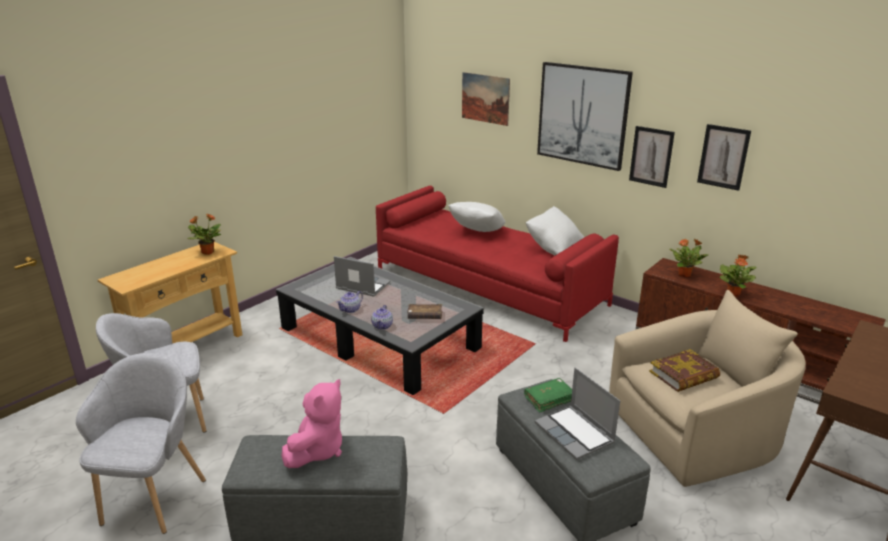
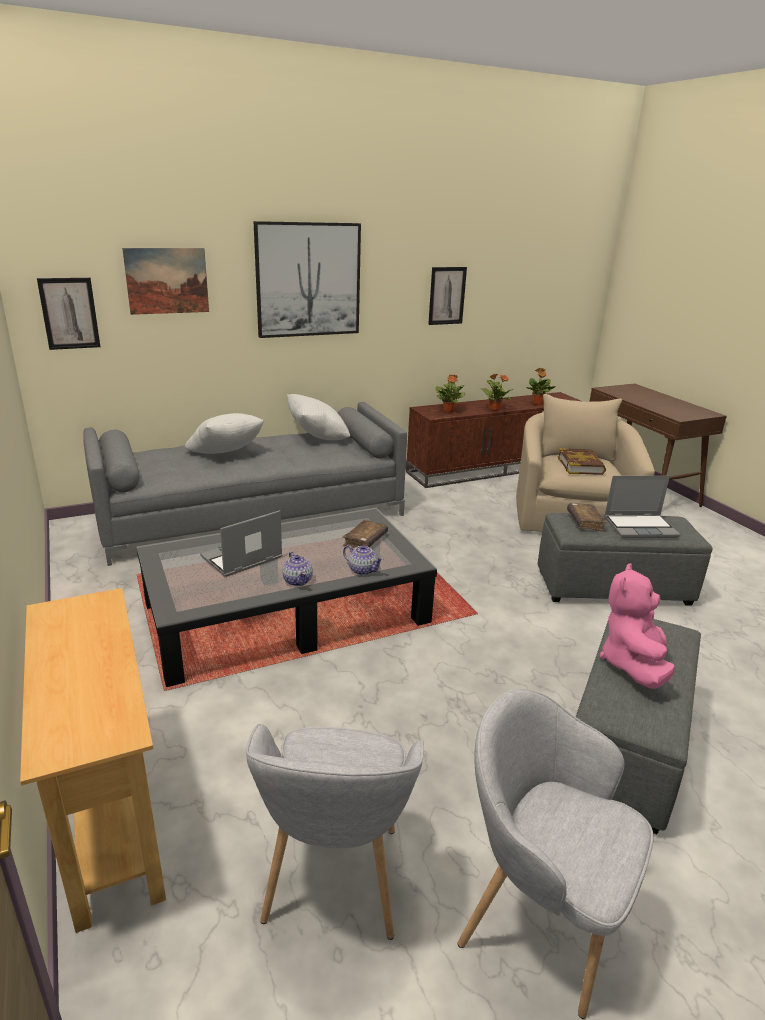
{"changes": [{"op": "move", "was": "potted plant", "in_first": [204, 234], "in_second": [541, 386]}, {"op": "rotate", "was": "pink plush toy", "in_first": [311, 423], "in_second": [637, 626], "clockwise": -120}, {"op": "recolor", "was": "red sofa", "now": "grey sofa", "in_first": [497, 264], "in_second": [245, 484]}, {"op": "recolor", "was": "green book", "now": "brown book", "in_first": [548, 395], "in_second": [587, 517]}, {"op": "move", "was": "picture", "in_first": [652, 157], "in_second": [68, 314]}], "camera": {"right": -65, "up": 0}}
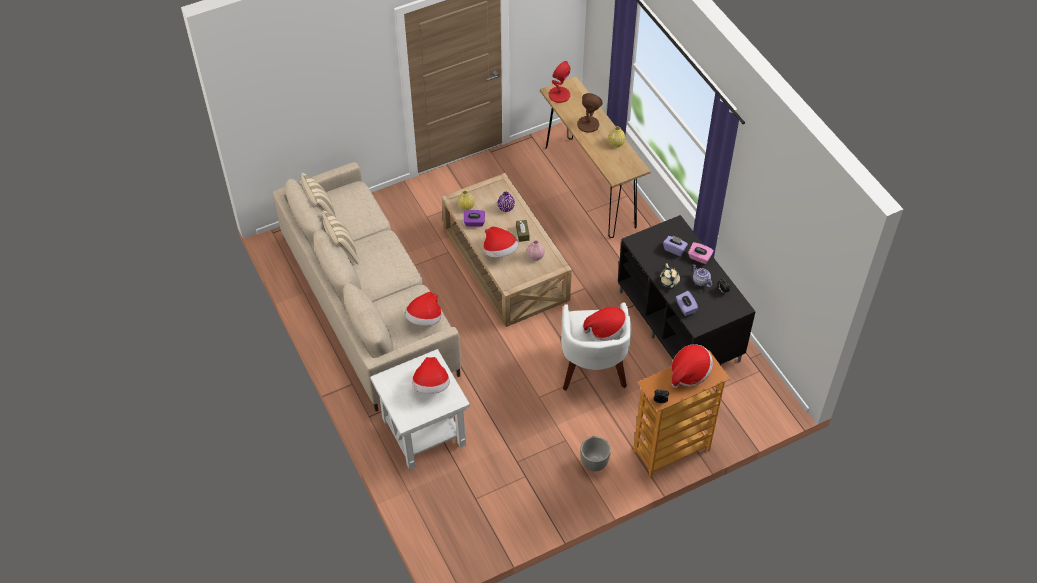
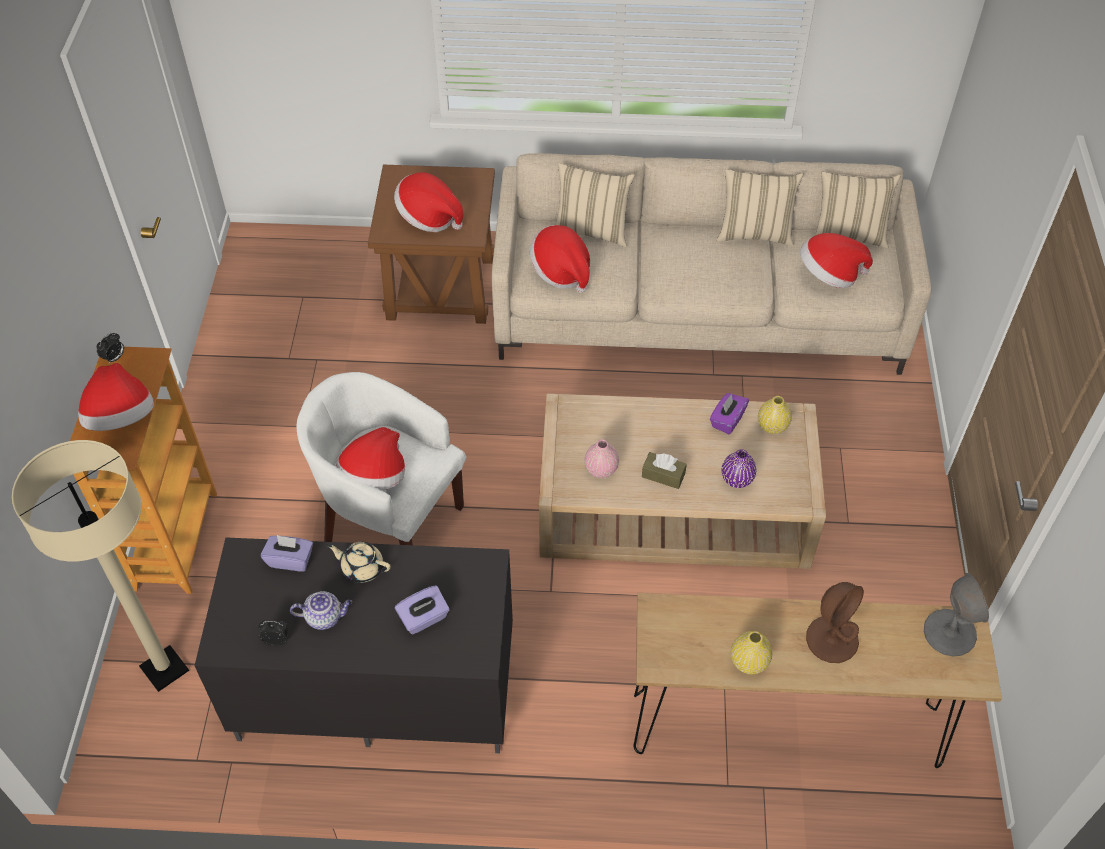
{"changes": [{"op": "recolor", "was": "white side table", "now": "brown side table", "in_first": [420, 409], "in_second": [431, 244]}, {"op": "move", "was": "hat", "in_first": [501, 241], "in_second": [836, 260]}, {"op": "recolor", "was": "red table lamp", "now": "grey table lamp", "in_first": [559, 82], "in_second": [956, 614]}, {"op": "delete", "was": "planter", "in_first": [595, 453]}, {"op": "delete", "was": "pink tissue box", "in_first": [701, 253]}, {"op": "insert", "now": "beige floor lamp", "in_second": [100, 566]}, {"op": "insert", "now": "beige pillow", "in_second": [595, 205]}], "camera": {"right": 120, "up": 0}}
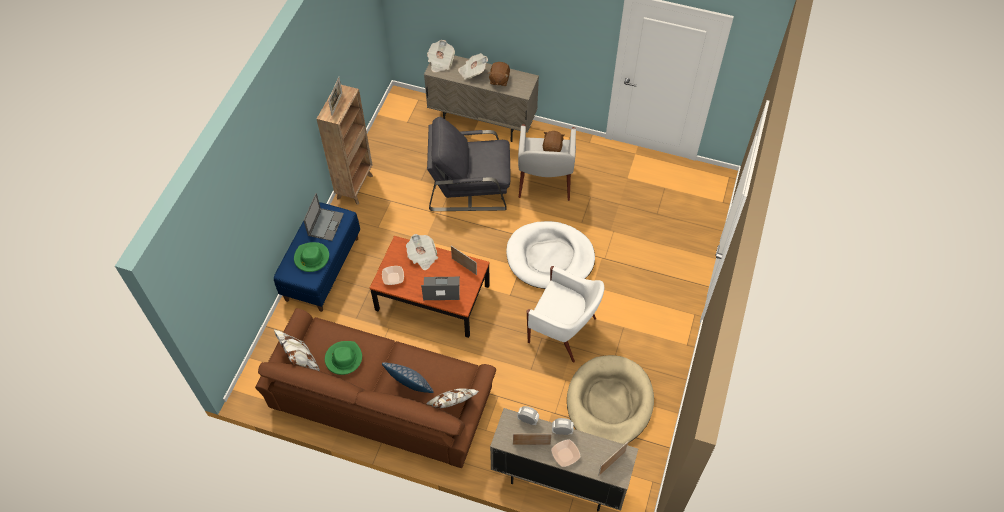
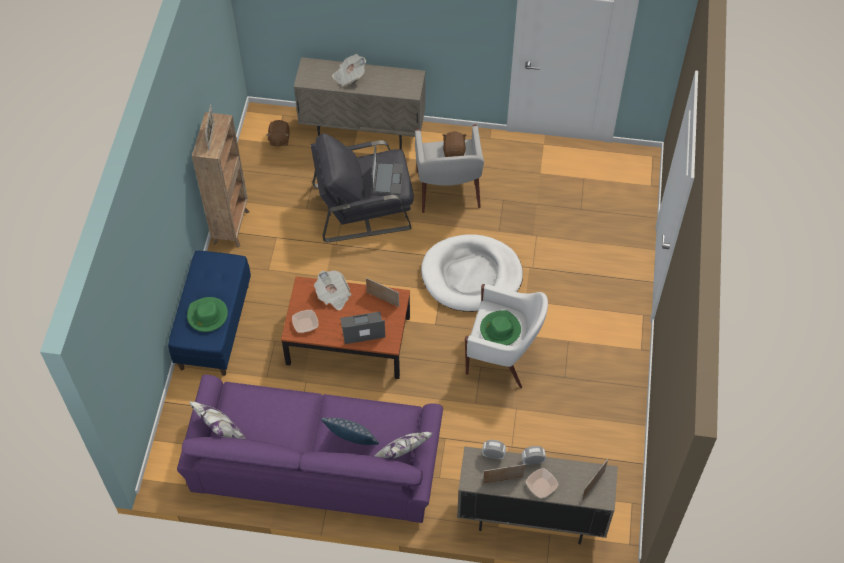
{"changes": [{"op": "recolor", "was": "brown sofa", "now": "purple sofa", "in_first": [375, 388], "in_second": [310, 449]}, {"op": "move", "was": "laptop", "in_first": [323, 217], "in_second": [387, 170]}, {"op": "move", "was": "green hat", "in_first": [343, 358], "in_second": [500, 327]}, {"op": "delete", "was": "newspaper", "in_first": [441, 56]}, {"op": "move", "was": "brown plush toy", "in_first": [499, 74], "in_second": [278, 133]}, {"op": "delete", "was": "beige dog bed", "in_first": [610, 399]}], "camera": {"right": -10, "up": 0}}
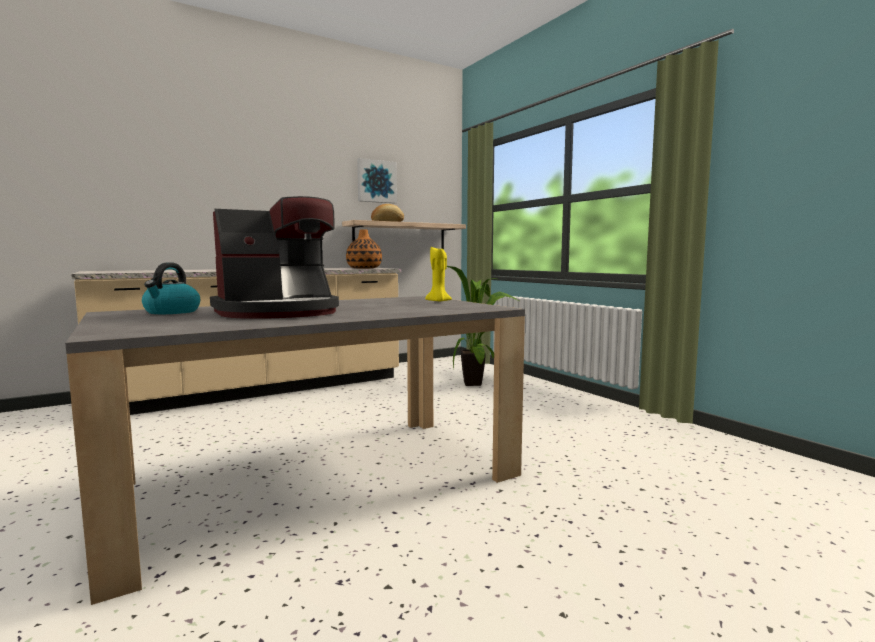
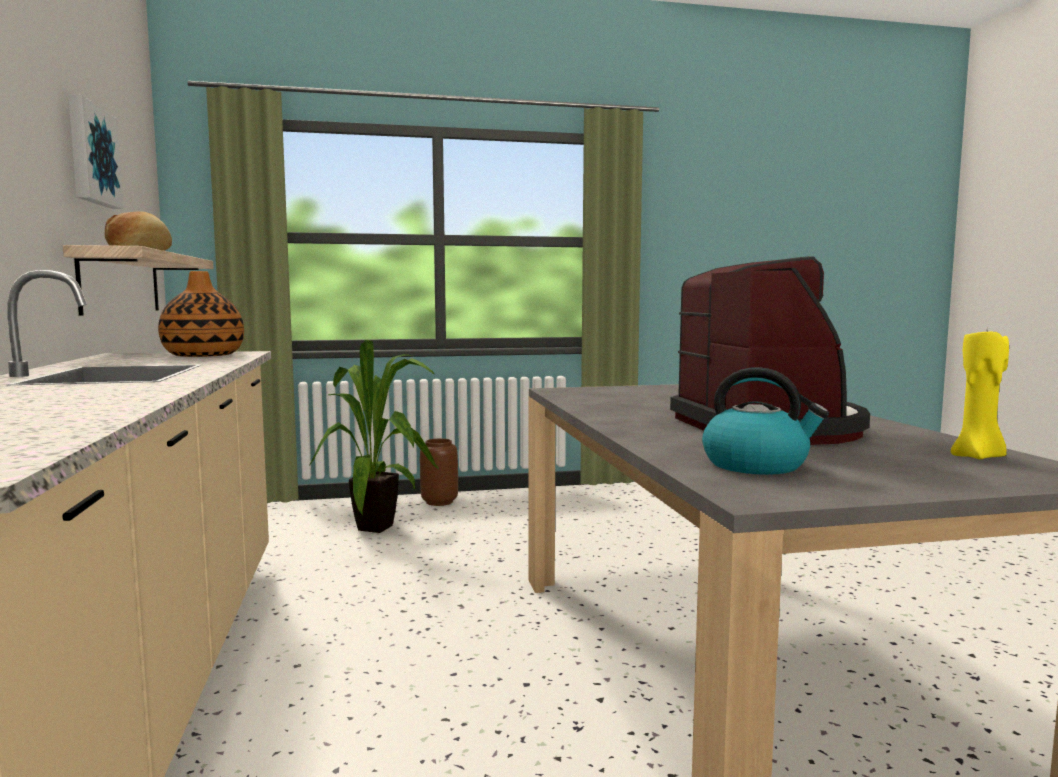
{"changes": [{"op": "move", "was": "yellow candle", "in_first": [438, 274], "in_second": [980, 395]}, {"op": "insert", "now": "brown vase", "in_second": [439, 472]}], "camera": {"right": -70, "up": 0}}
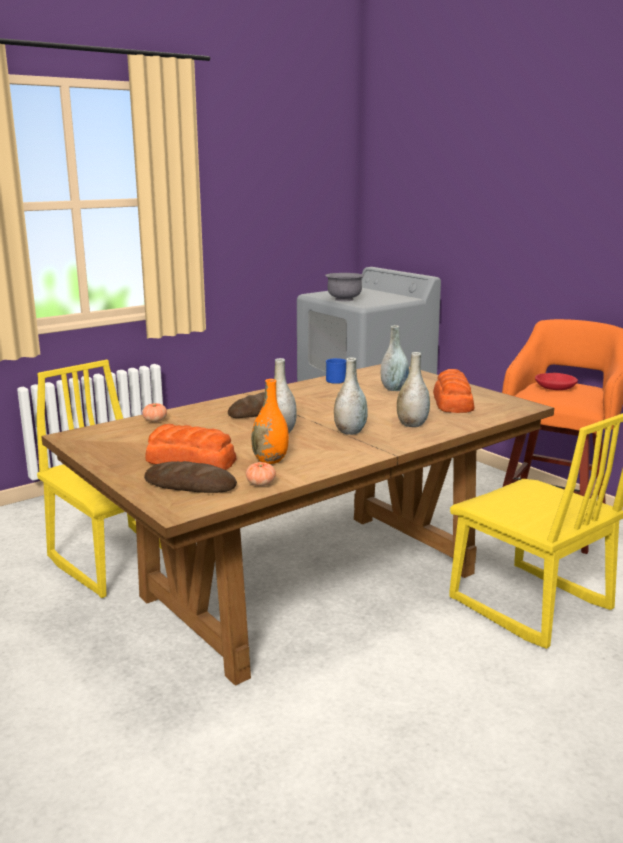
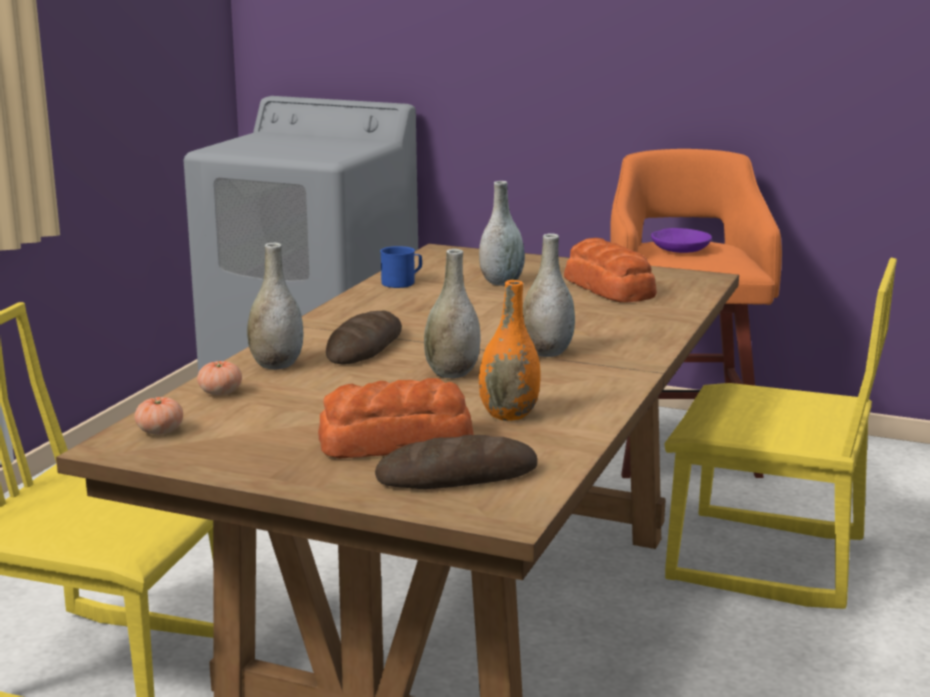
{"changes": [{"op": "move", "was": "tomato", "in_first": [261, 474], "in_second": [158, 416]}, {"op": "delete", "was": "grey bowl", "in_first": [344, 287]}, {"op": "move", "was": "grey vase", "in_first": [413, 389], "in_second": [275, 305]}, {"op": "recolor", "was": "red bowl", "now": "purple bowl", "in_first": [556, 381], "in_second": [681, 240]}], "camera": {"right": -30, "up": 0}}
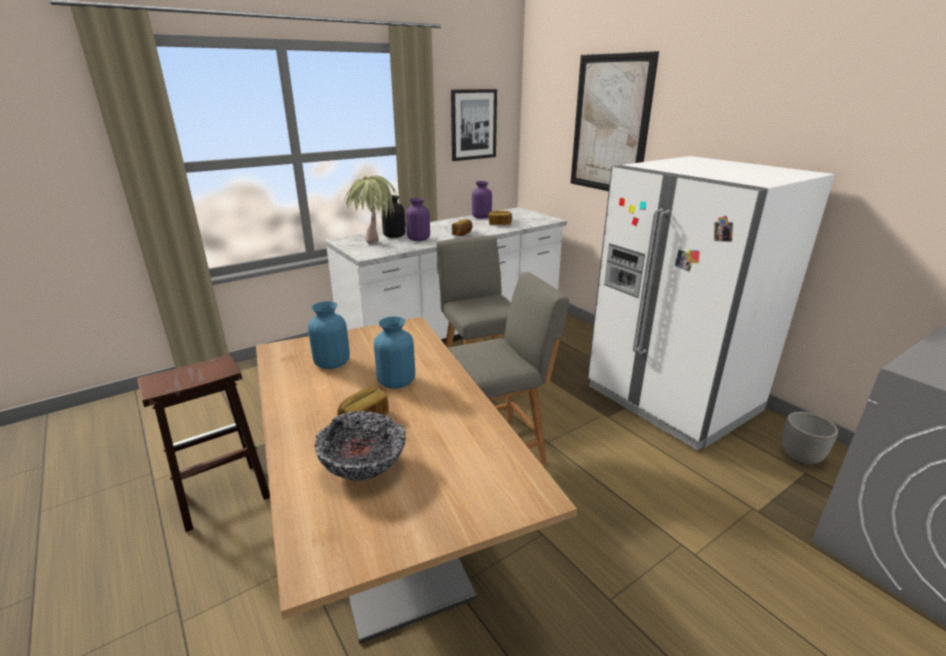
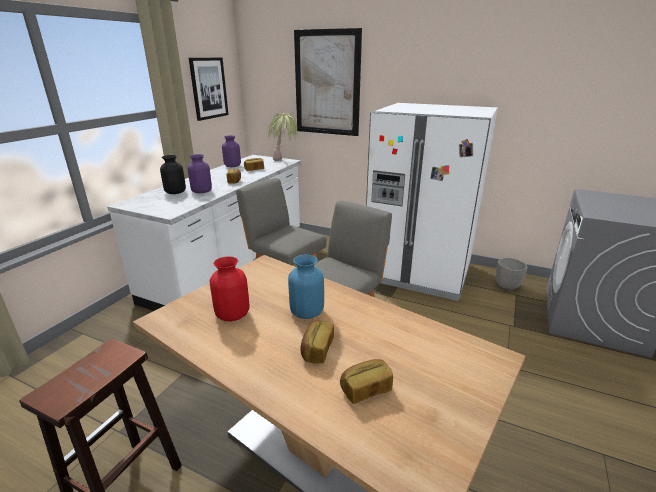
{"changes": [{"op": "recolor", "was": "blue vase", "now": "red vase", "in_first": [329, 335], "in_second": [230, 288]}, {"op": "replace", "was": "bowl", "now": "bread", "in_first": [360, 446], "in_second": [366, 381]}, {"op": "move", "was": "potted plant", "in_first": [371, 209], "in_second": [282, 137]}], "camera": {"right": -30, "up": 0}}
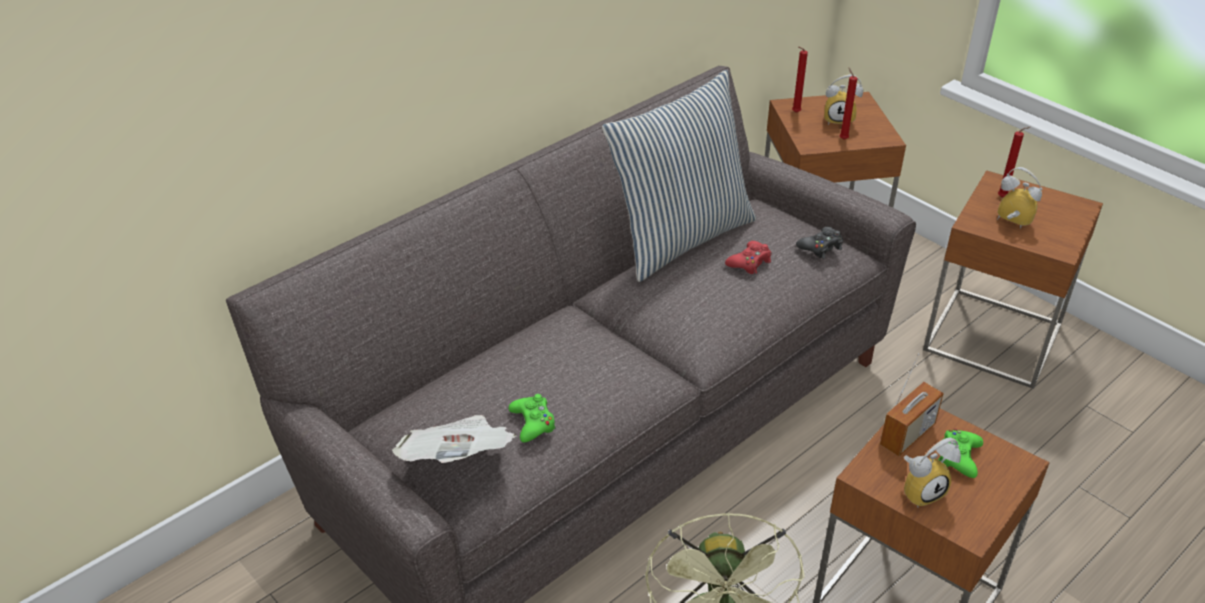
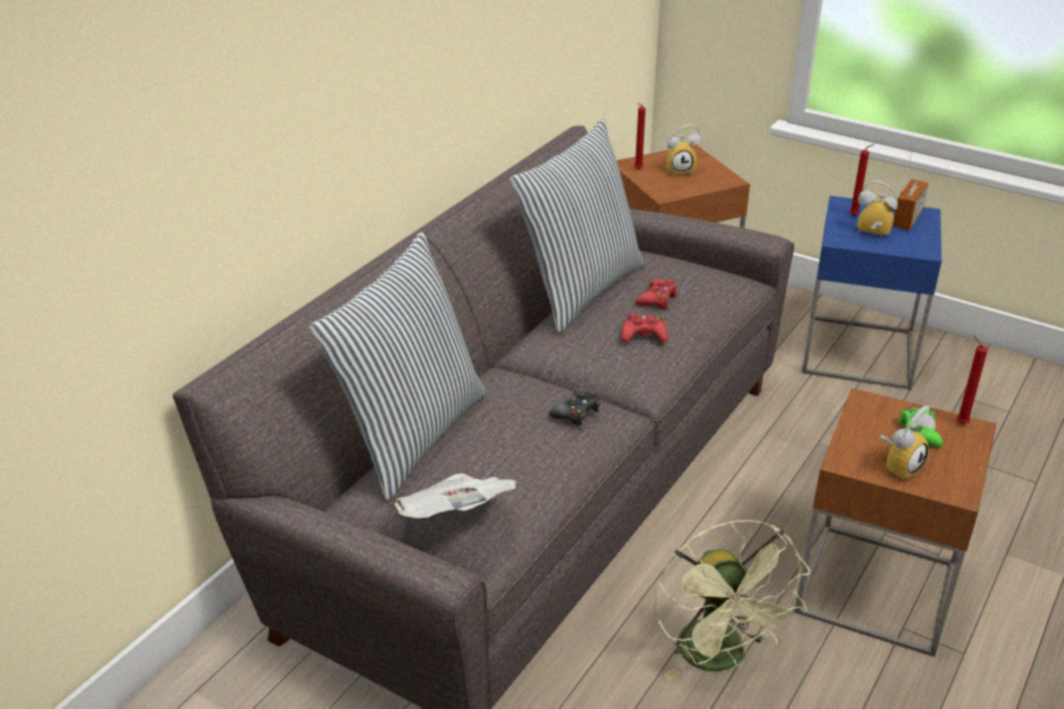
{"changes": [{"op": "delete", "was": "green game controller", "in_first": [532, 418]}, {"op": "move", "was": "black game controller", "in_first": [819, 243], "in_second": [575, 406]}, {"op": "move", "was": "red candle", "in_first": [848, 104], "in_second": [972, 380]}, {"op": "move", "was": "radio", "in_first": [912, 404], "in_second": [910, 190]}, {"op": "recolor", "was": "brown side table", "now": "blue side table", "in_first": [1013, 280], "in_second": [872, 293]}, {"op": "insert", "now": "pillow", "in_second": [398, 365]}, {"op": "insert", "now": "red game controller", "in_second": [644, 327]}], "camera": {"right": -15, "up": -5}}
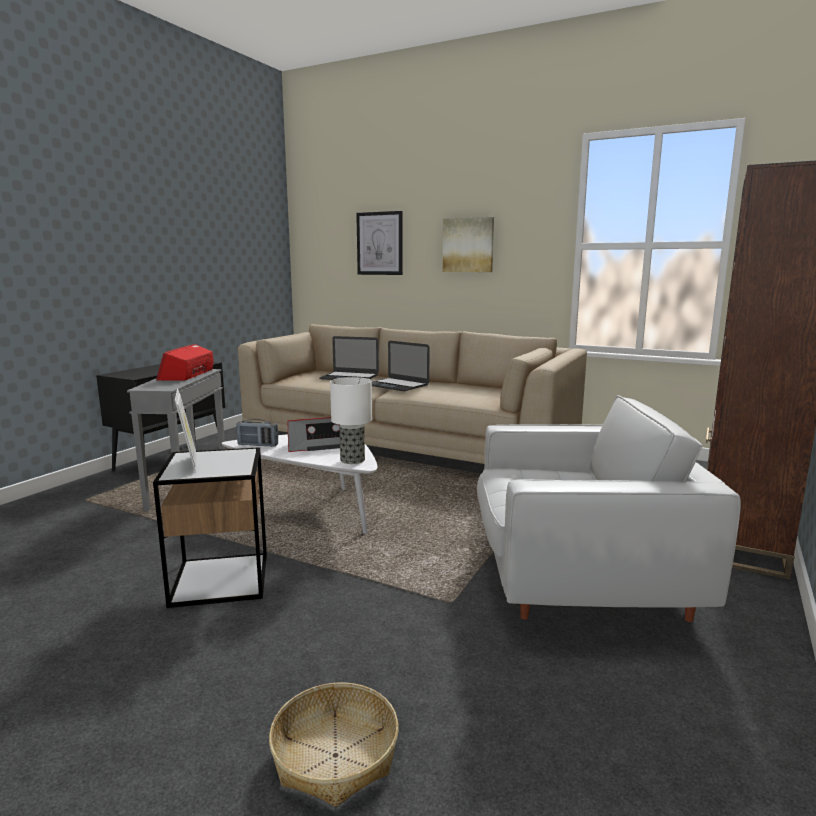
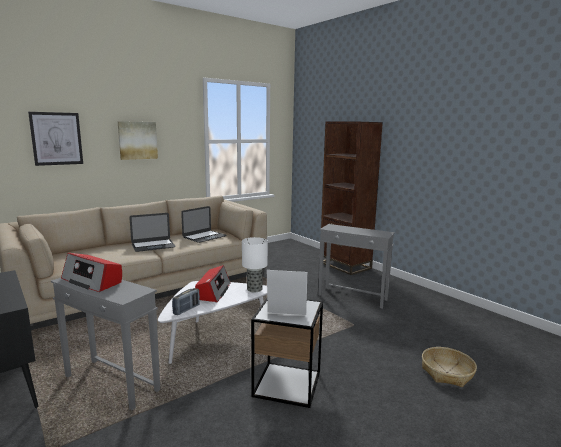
{"changes": [{"op": "move", "was": "laptop", "in_first": [349, 358], "in_second": [204, 224]}, {"op": "replace", "was": "white armchair", "now": "grey side table", "in_first": [609, 508], "in_second": [356, 266]}], "camera": {"right": -65, "up": 0}}
